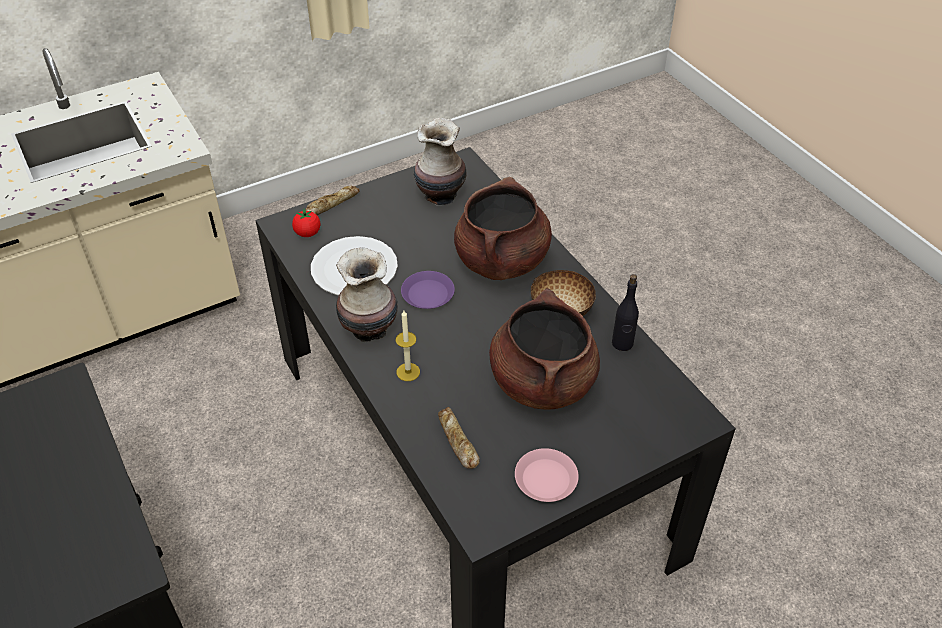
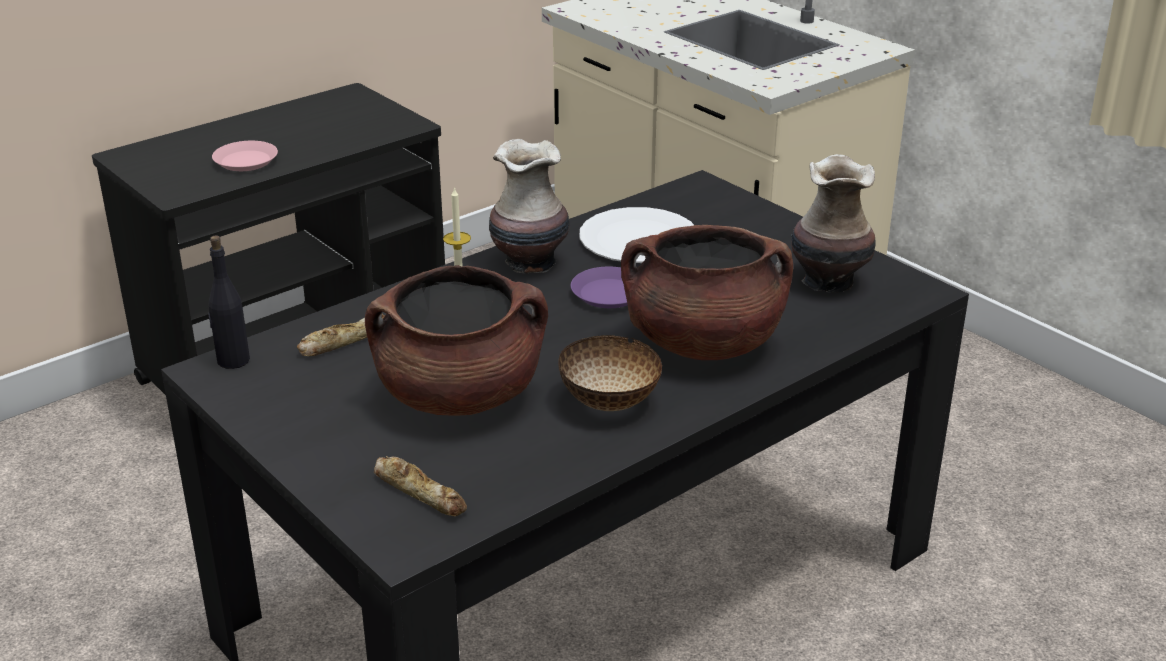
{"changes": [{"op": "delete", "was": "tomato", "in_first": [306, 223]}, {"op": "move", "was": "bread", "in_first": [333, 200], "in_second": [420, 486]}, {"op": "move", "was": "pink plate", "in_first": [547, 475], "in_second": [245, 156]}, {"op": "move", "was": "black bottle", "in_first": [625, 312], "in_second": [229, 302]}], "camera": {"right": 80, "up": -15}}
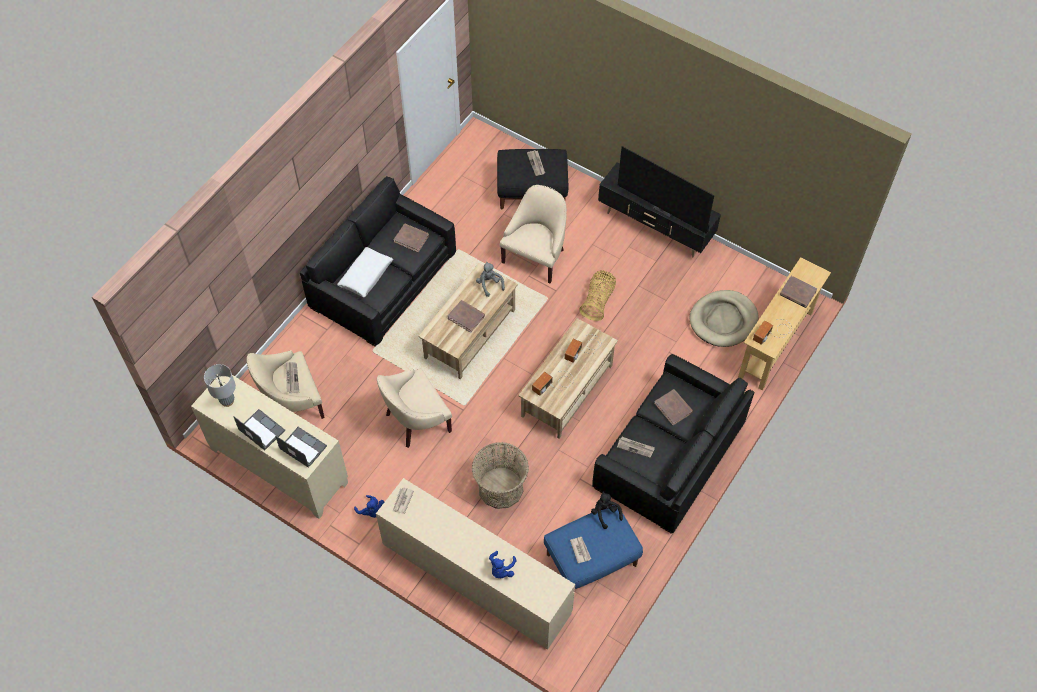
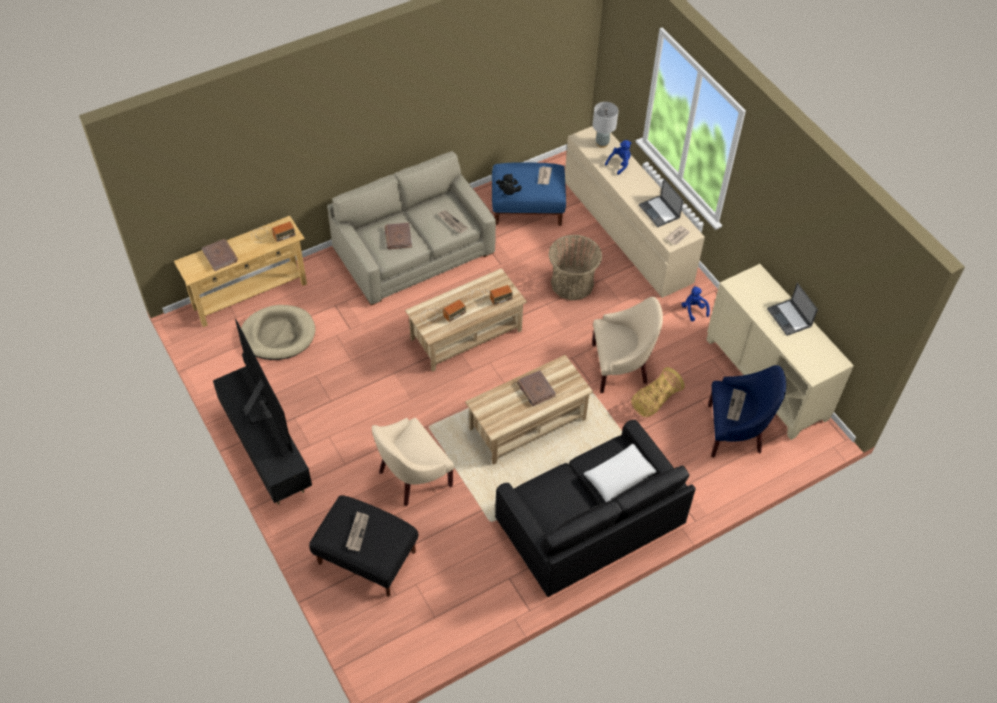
{"changes": [{"op": "move", "was": "grey table lamp", "in_first": [220, 385], "in_second": [605, 125]}, {"op": "recolor", "was": "beige armchair", "now": "blue armchair", "in_first": [286, 384], "in_second": [747, 411]}, {"op": "move", "was": "laptop", "in_first": [301, 447], "in_second": [661, 203]}, {"op": "delete", "was": "brown book", "in_first": [411, 238]}, {"op": "delete", "was": "grey plush toy", "in_first": [490, 279]}, {"op": "move", "was": "basket", "in_first": [597, 296], "in_second": [657, 392]}, {"op": "recolor", "was": "black sofa", "now": "beige sofa", "in_first": [673, 443], "in_second": [411, 228]}], "camera": {"right": -155, "up": -5}}
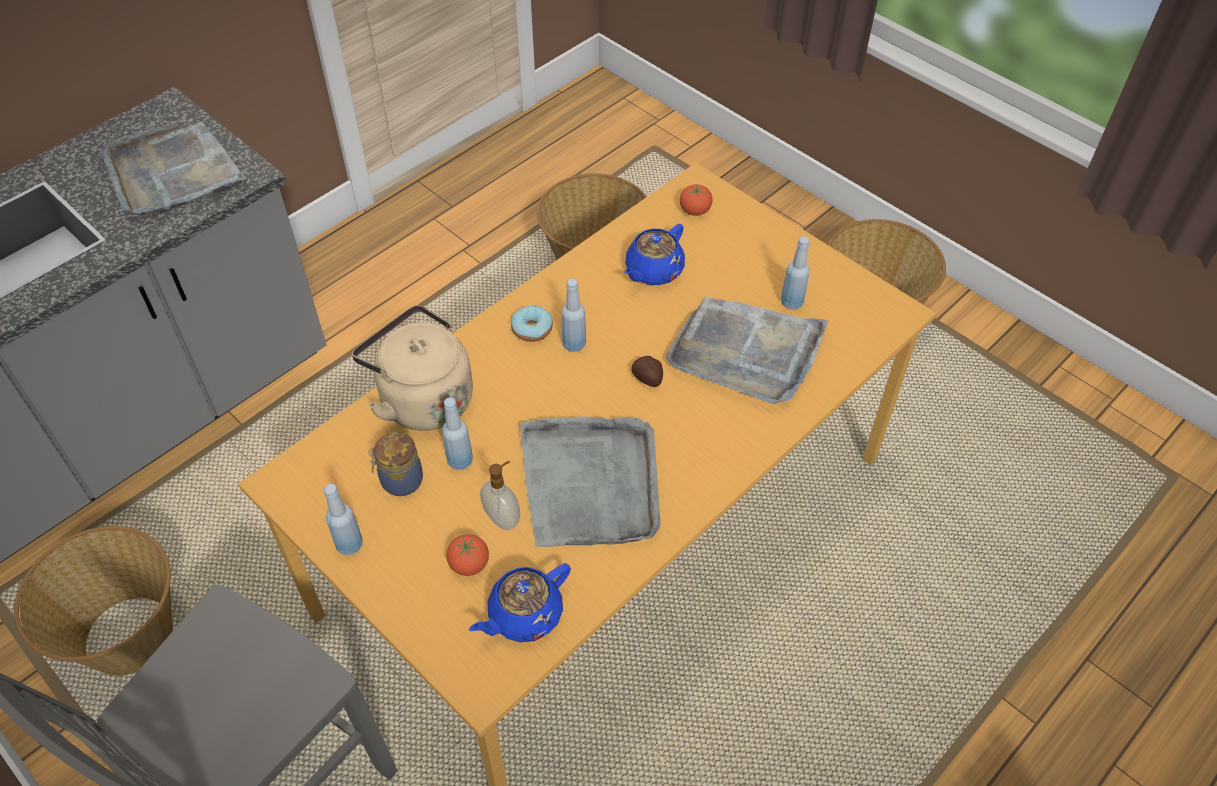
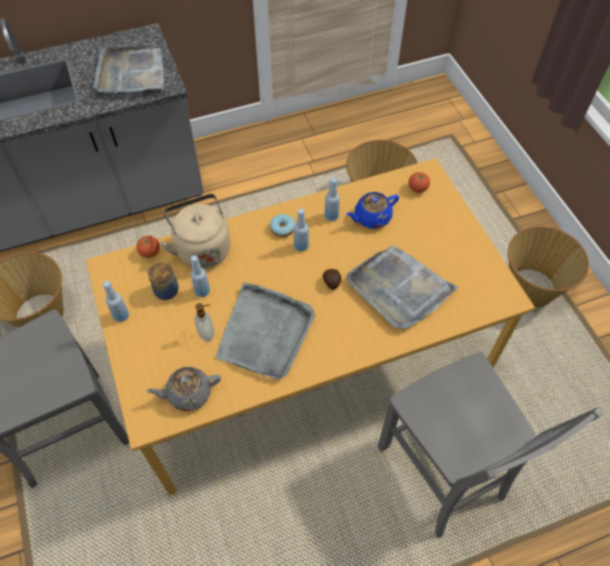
{"changes": [{"op": "move", "was": "tomato", "in_first": [467, 555], "in_second": [148, 247]}, {"op": "recolor", "was": "blue teapot", "now": "grey teapot", "in_first": [520, 602], "in_second": [183, 389]}, {"op": "move", "was": "blue bottle", "in_first": [795, 273], "in_second": [332, 199]}, {"op": "insert", "now": "grey chair", "in_second": [490, 445]}], "camera": {"right": 25, "up": 5}}
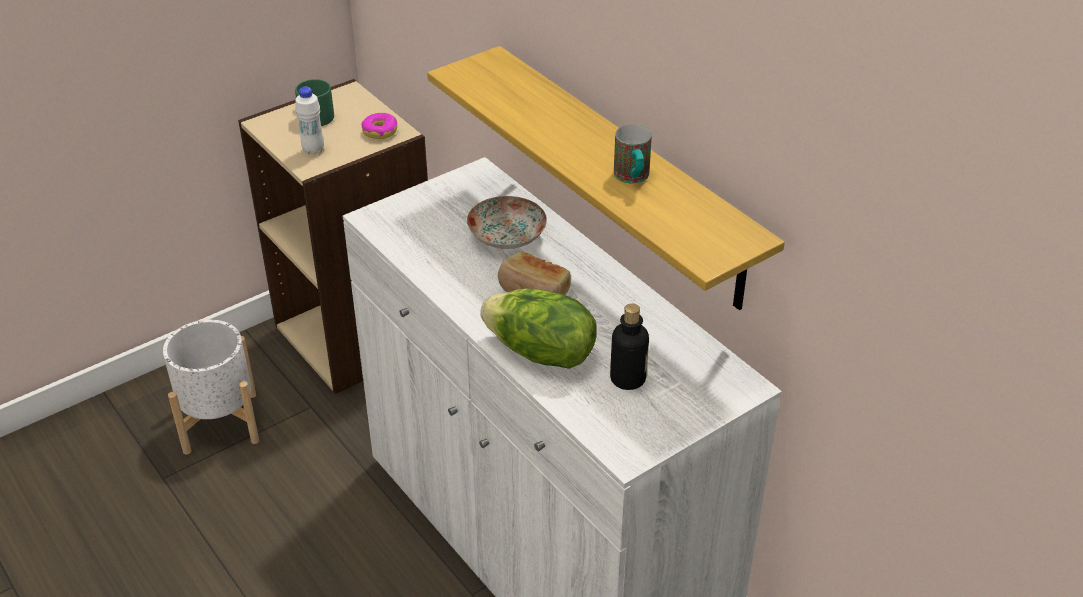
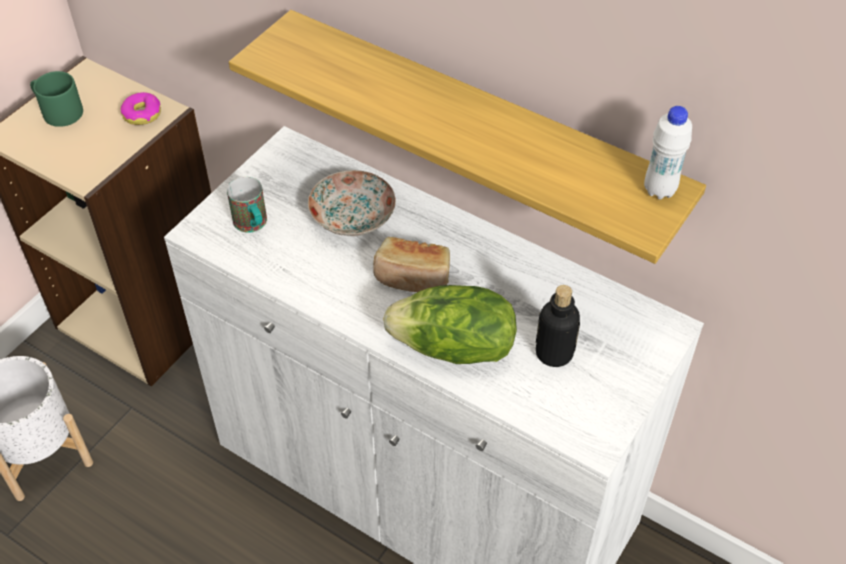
{"changes": [{"op": "move", "was": "white bottle", "in_first": [309, 120], "in_second": [668, 152]}, {"op": "move", "was": "mug", "in_first": [633, 154], "in_second": [247, 205]}], "camera": {"right": -20, "up": 10}}
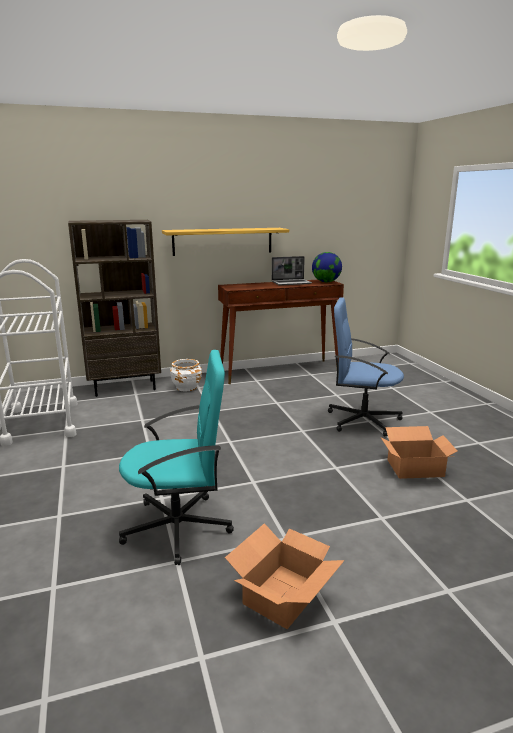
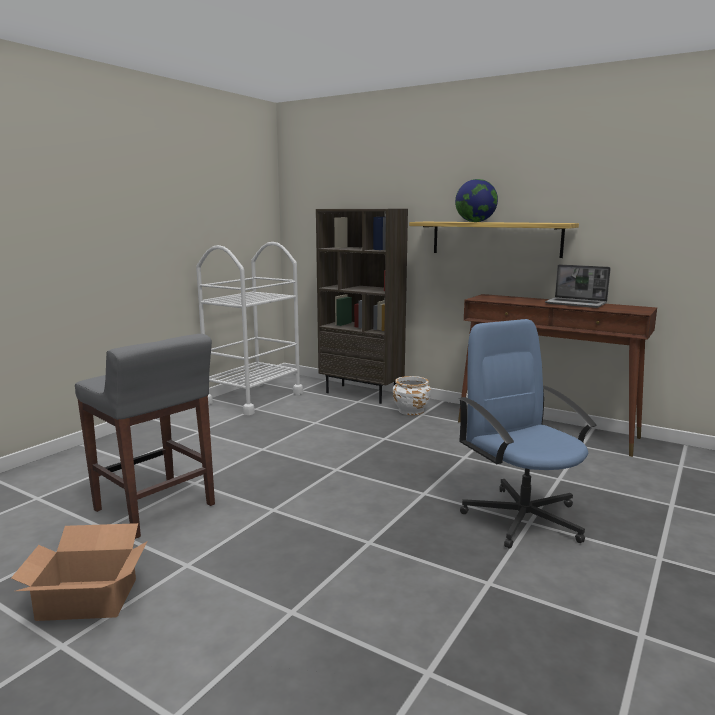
{"changes": [{"op": "replace", "was": "turquoise office chair", "now": "grey stool", "in_first": [176, 457], "in_second": [145, 436]}, {"op": "move", "was": "globe", "in_first": [327, 267], "in_second": [476, 200]}, {"op": "delete", "was": "cardboard box", "in_first": [419, 452]}], "camera": {"right": 50, "up": -5}}
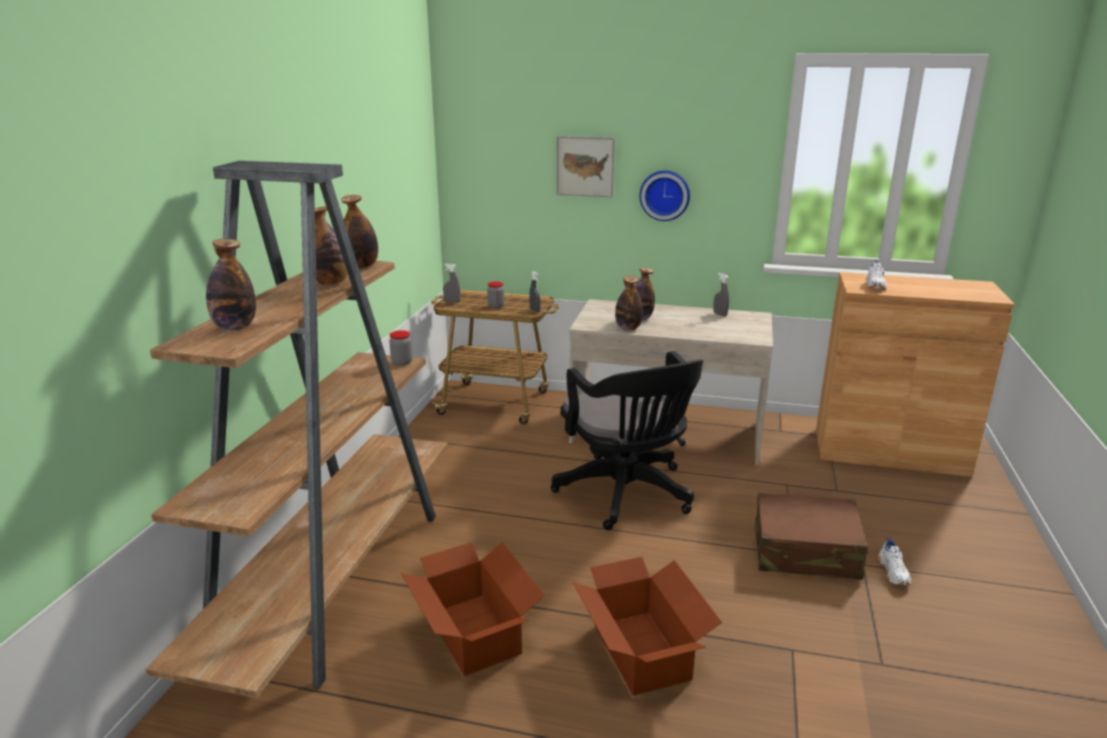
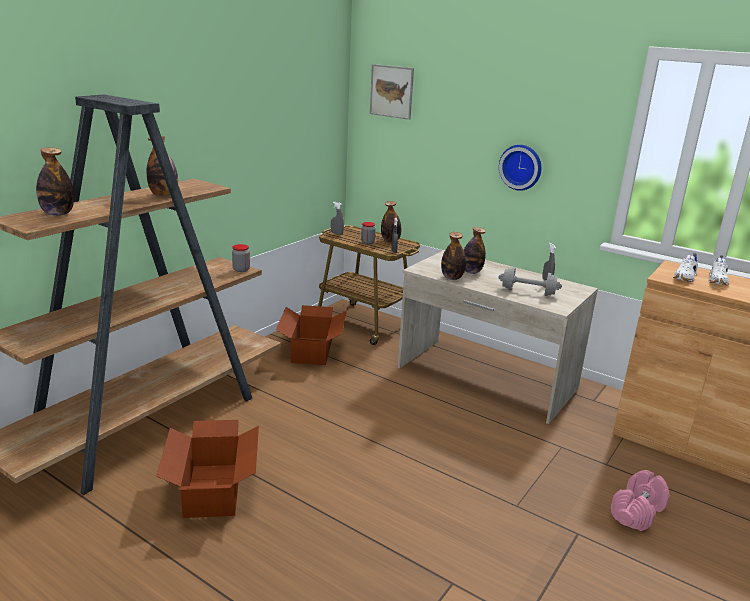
{"changes": [{"op": "move", "was": "bottle", "in_first": [359, 231], "in_second": [391, 221]}, {"op": "delete", "was": "black office chair", "in_first": [626, 440]}, {"op": "move", "was": "picture", "in_first": [586, 167], "in_second": [392, 92]}, {"op": "move", "was": "cardboard box", "in_first": [647, 626], "in_second": [311, 335]}, {"op": "delete", "was": "brown suitcase", "in_first": [812, 536]}, {"op": "move", "was": "white shoe", "in_first": [894, 561], "in_second": [718, 270]}, {"op": "insert", "now": "grey dumbbell", "in_second": [530, 281]}, {"op": "insert", "now": "pink dumbbell", "in_second": [640, 500]}], "camera": {"right": 20, "up": 0}}
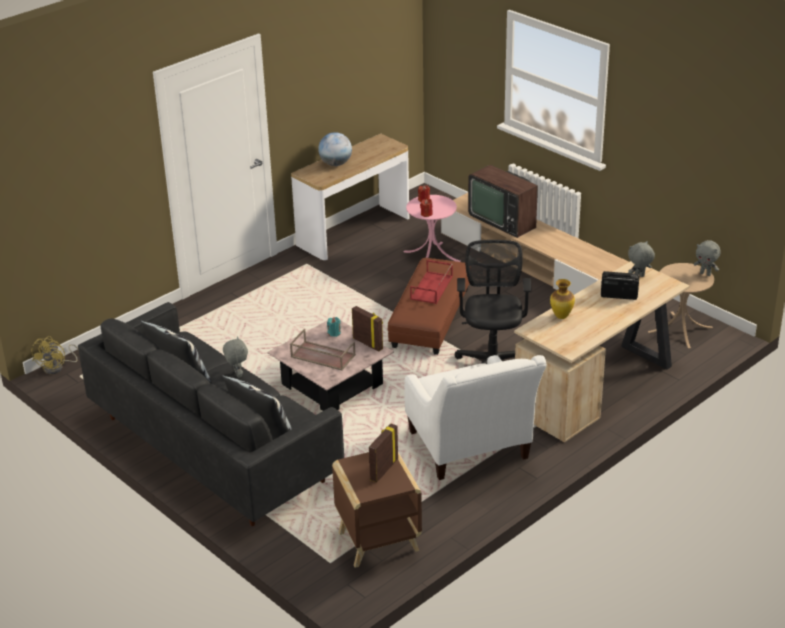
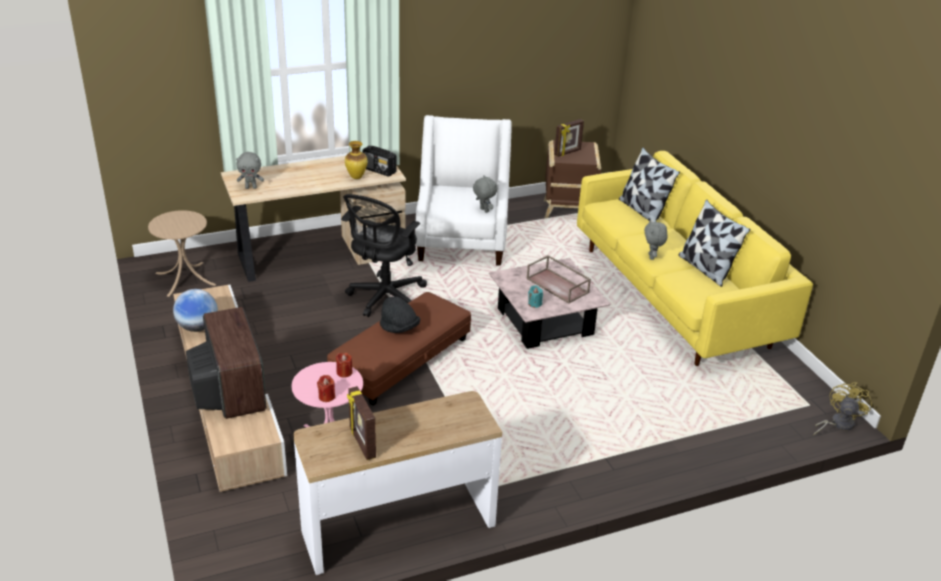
{"changes": [{"op": "recolor", "was": "black sofa", "now": "yellow sofa", "in_first": [211, 414], "in_second": [695, 258]}, {"op": "move", "was": "globe", "in_first": [335, 149], "in_second": [195, 310]}, {"op": "move", "was": "picture frame", "in_first": [367, 329], "in_second": [361, 423]}, {"op": "replace", "was": "red tray", "now": "black hat", "in_first": [431, 282], "in_second": [400, 314]}, {"op": "move", "was": "radio", "in_first": [620, 285], "in_second": [379, 161]}, {"op": "move", "was": "grey plush toy", "in_first": [707, 258], "in_second": [485, 194]}], "camera": {"right": -160, "up": 0}}
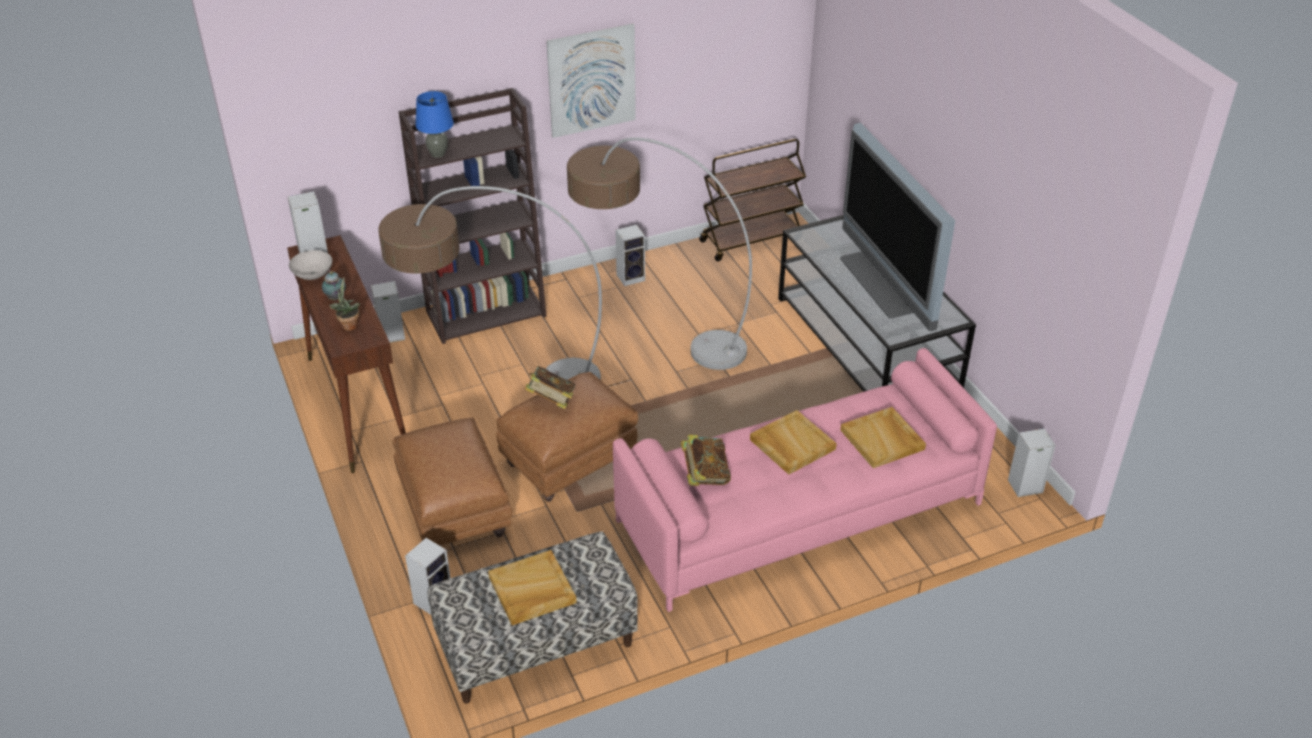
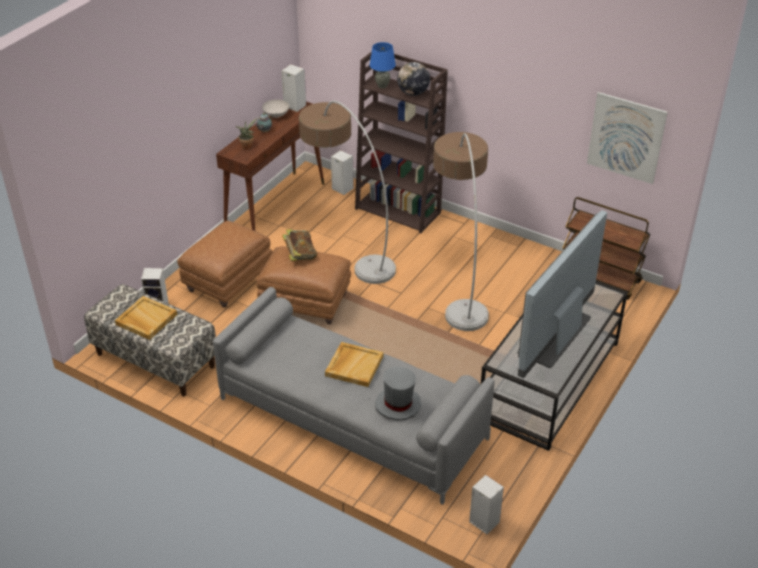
{"changes": [{"op": "move", "was": "picture", "in_first": [591, 81], "in_second": [627, 138]}, {"op": "recolor", "was": "pink sofa", "now": "grey sofa", "in_first": [805, 480], "in_second": [353, 396]}, {"op": "delete", "was": "speaker", "in_first": [630, 255]}, {"op": "delete", "was": "book", "in_first": [706, 460]}, {"op": "replace", "was": "beige tray", "now": "grey hat", "in_first": [883, 437], "in_second": [398, 394]}, {"op": "insert", "now": "globe", "in_second": [413, 79]}], "camera": {"right": 55, "up": 0}}
